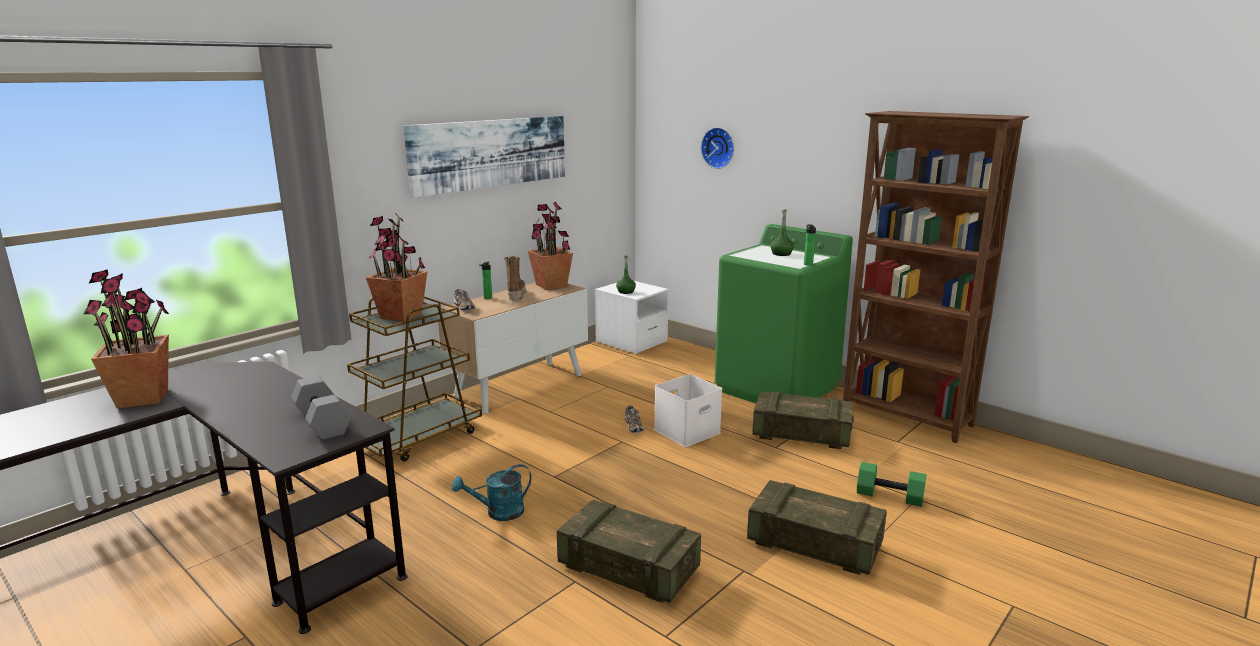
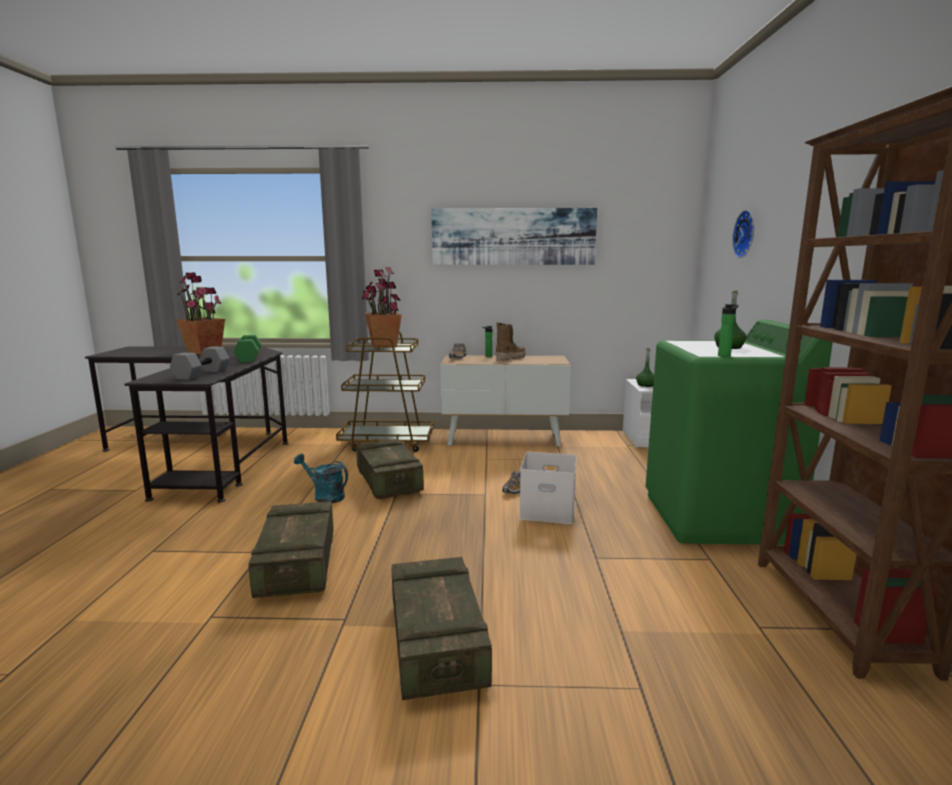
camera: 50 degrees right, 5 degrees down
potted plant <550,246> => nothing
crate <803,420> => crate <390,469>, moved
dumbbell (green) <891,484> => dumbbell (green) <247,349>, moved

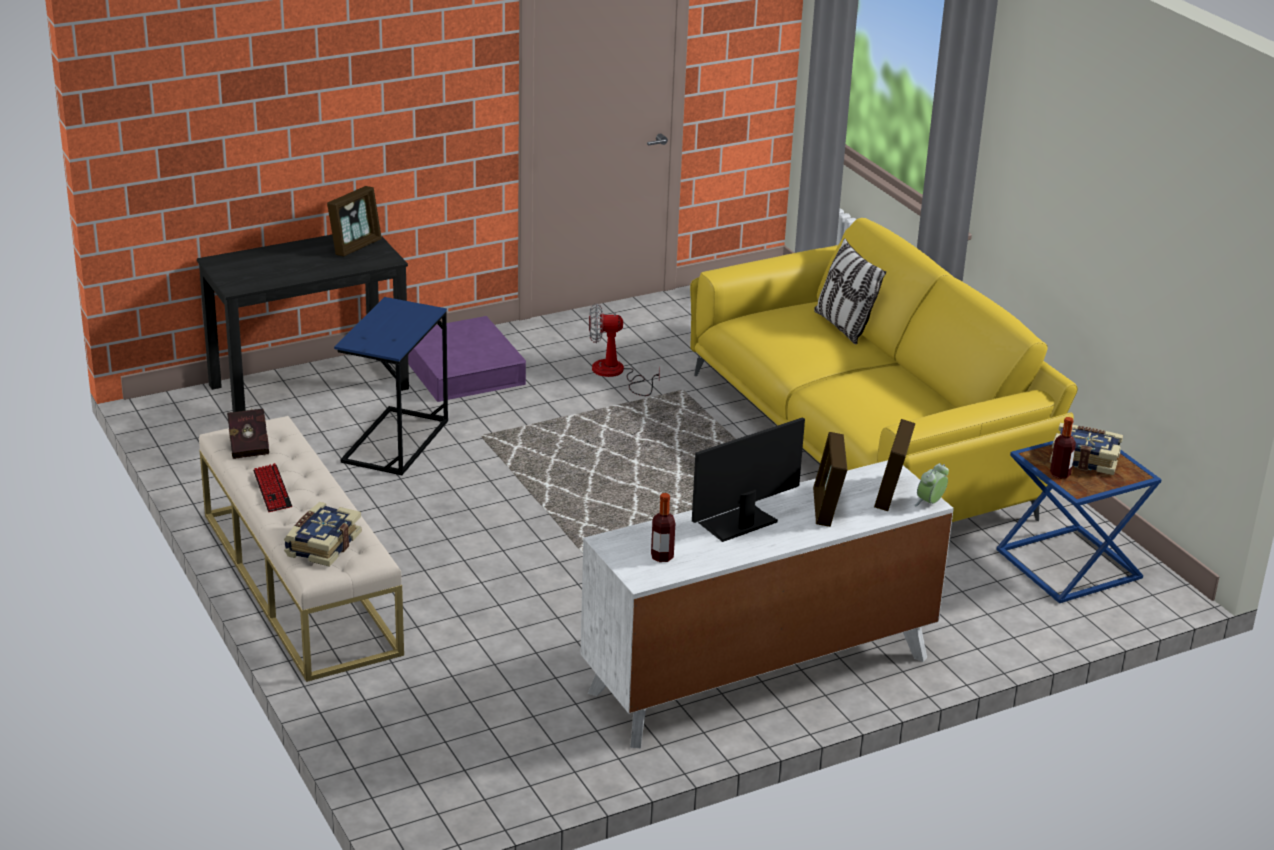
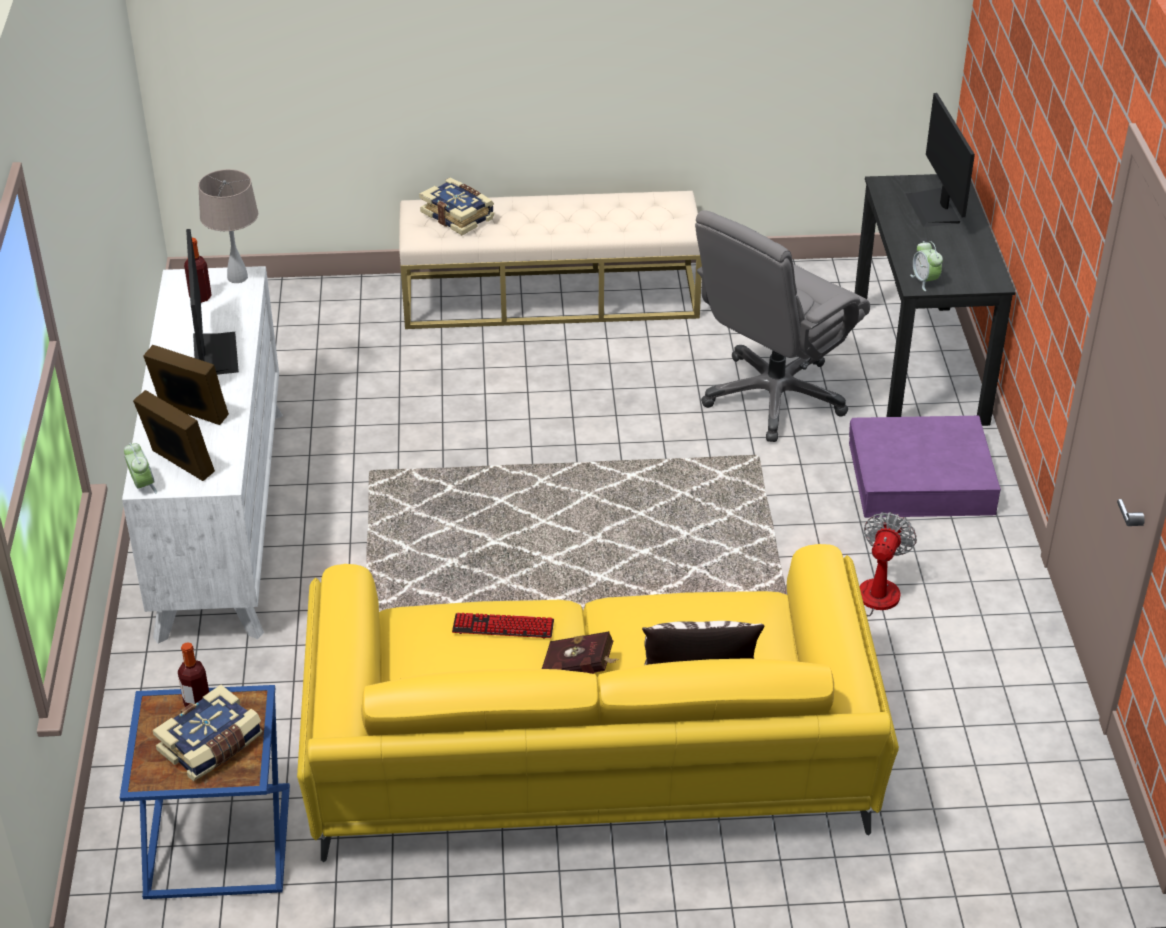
camera: 115 degrees right, 10 degrees up
picture frame <354,221> => nothing
side table (blue) <391,386> => office chair (grey) <782,326>
book (red) <248,433> => book (red) <580,652>, moved
keyboard <272,487> => keyboard <503,626>, moved
nothing => monitor <940,160>
nothing => table lamp (beige) <228,226>
nothing => alarm clock <926,266>

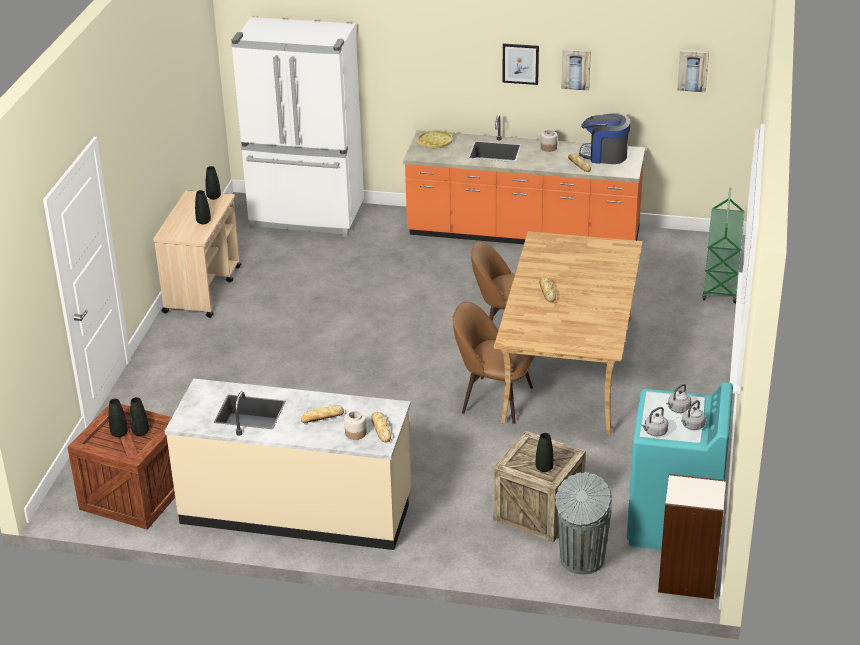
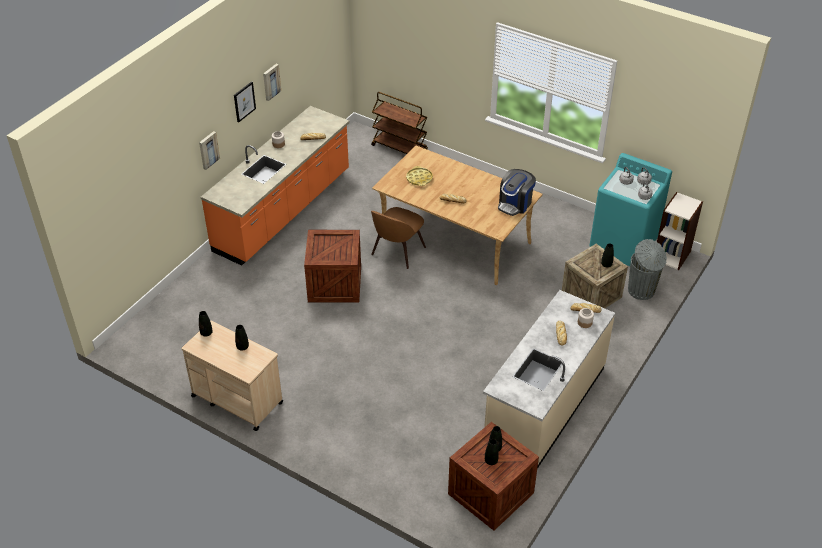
camera: 70 degrees left, 10 degrees up
fridge (white) <297,127> => nothing
picture <693,71> => picture <209,150>, moved
coffee machine <605,138> => coffee machine <517,192>, moved
tray (yellow) <435,139> => tray (yellow) <419,176>, moved
cart (green) <723,245> => cart (brown) <399,123>
chair (brown) <493,363> => nothing
nothing => crate <332,266>

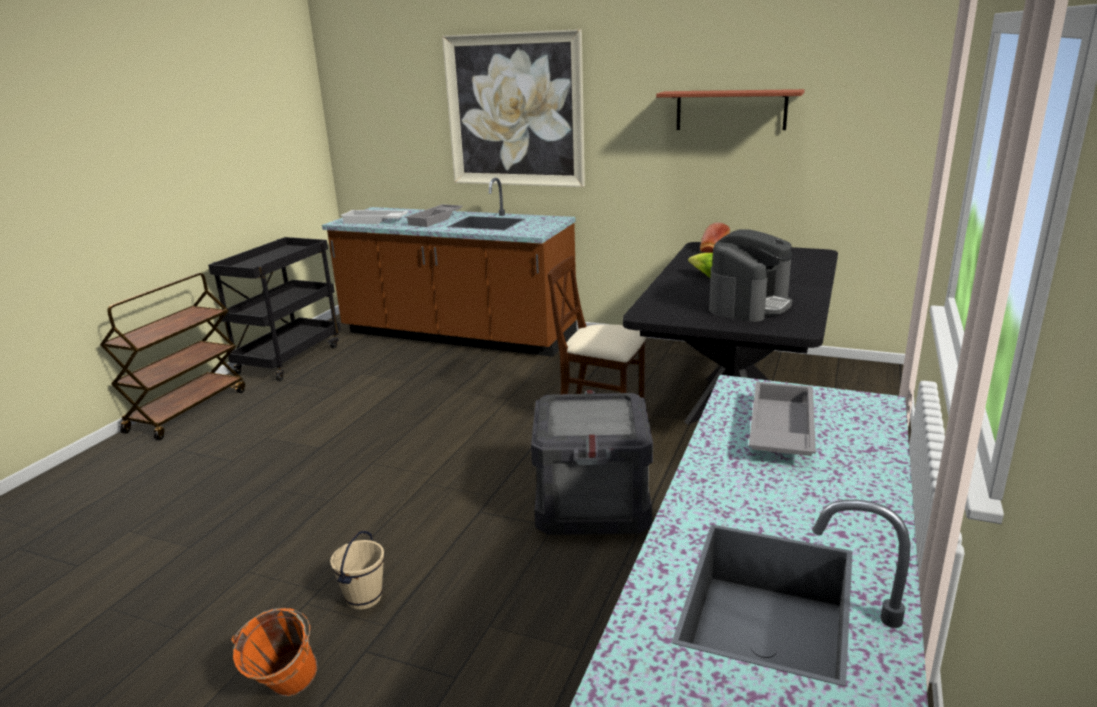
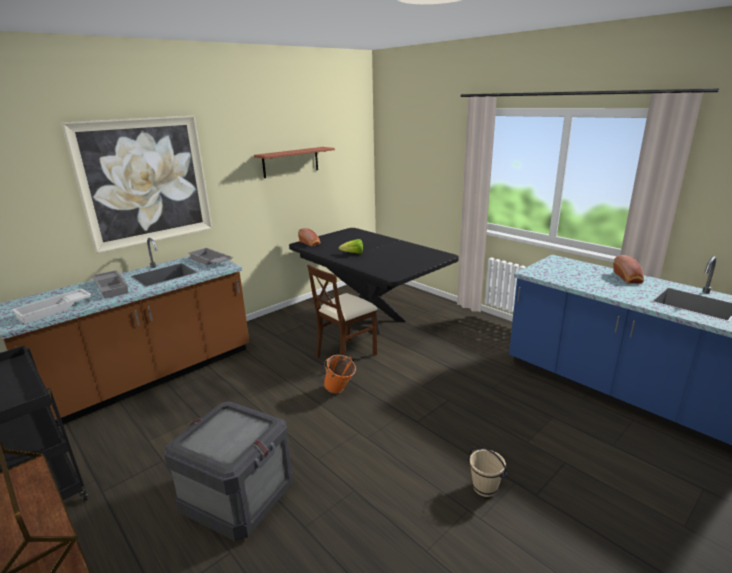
camera: 65 degrees left, 0 degrees up
coffee machine <750,275> => nothing
tray (grey) <782,419> => tray (grey) <211,256>, moved
crate <592,462> => crate <228,471>, moved
bucket (orange) <274,652> => bucket (orange) <340,374>, moved
nothing => bread <628,269>

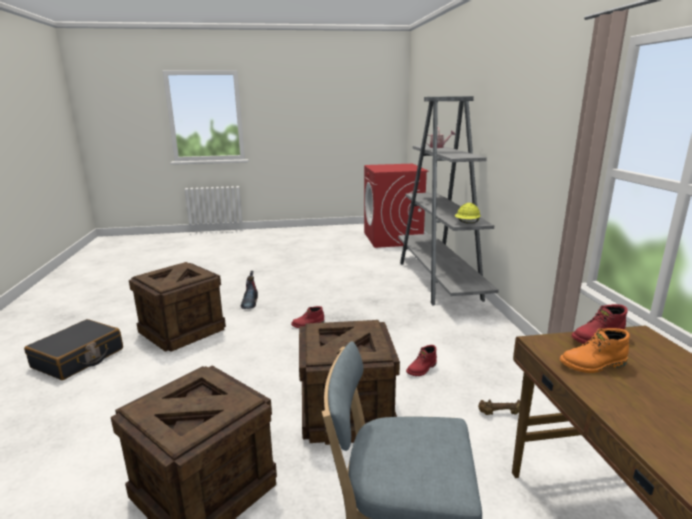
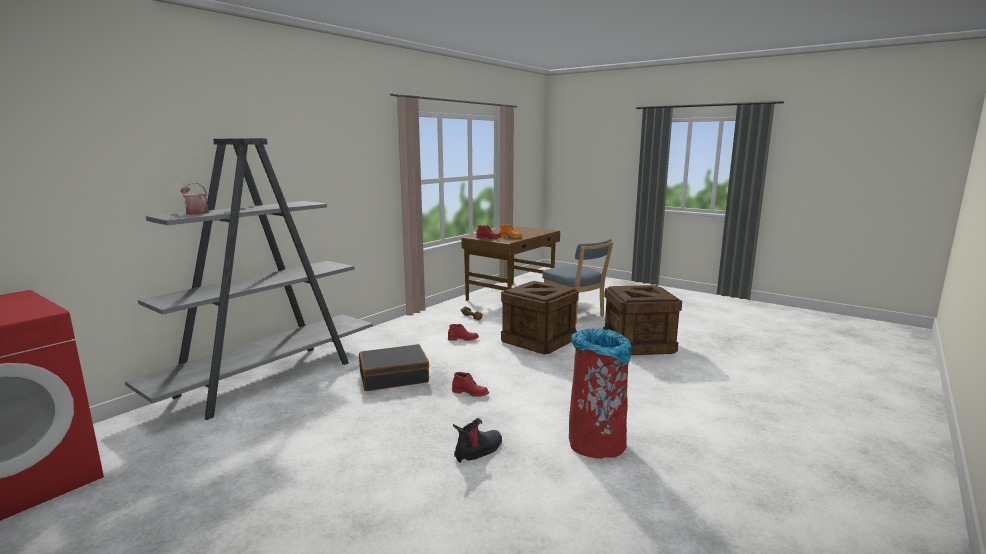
camera: 135 degrees left, 5 degrees down
hard hat (yellow) <468,213> => nothing
crate <177,307> => trash can (red) <600,393>
suitcase (black) <73,349> => suitcase (black) <394,367>, moved

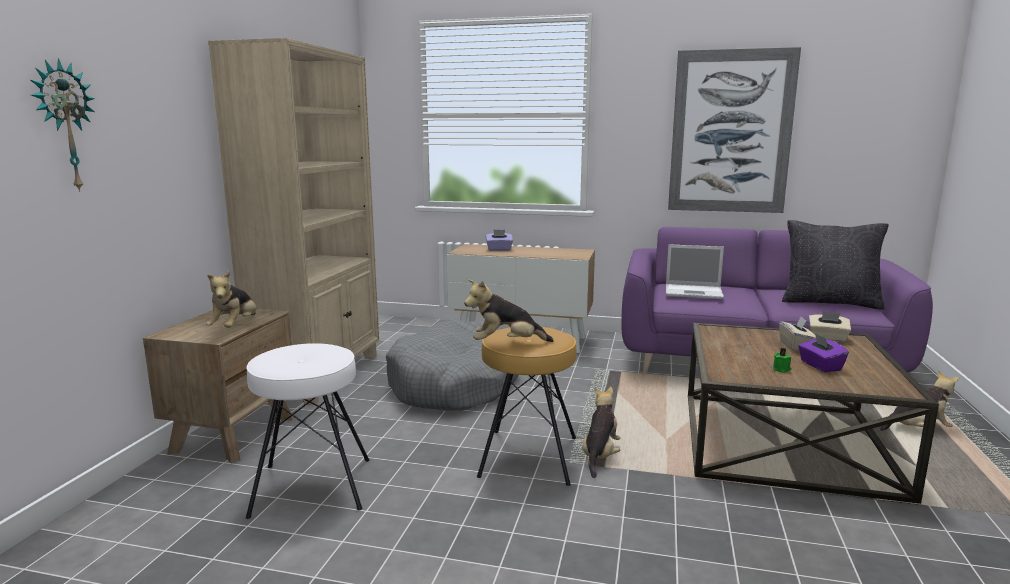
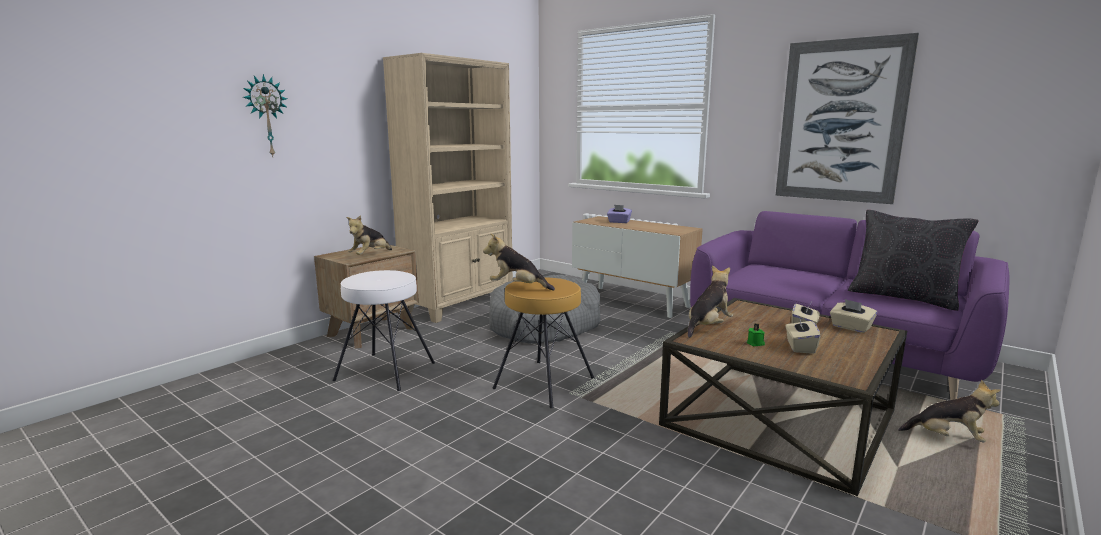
camera: 25 degrees right, 0 degrees up
laptop <695,271> => nothing
tissue box (purple) <823,352> => tissue box (beige) <803,334>
plush toy <601,432> => plush toy <710,301>, moved

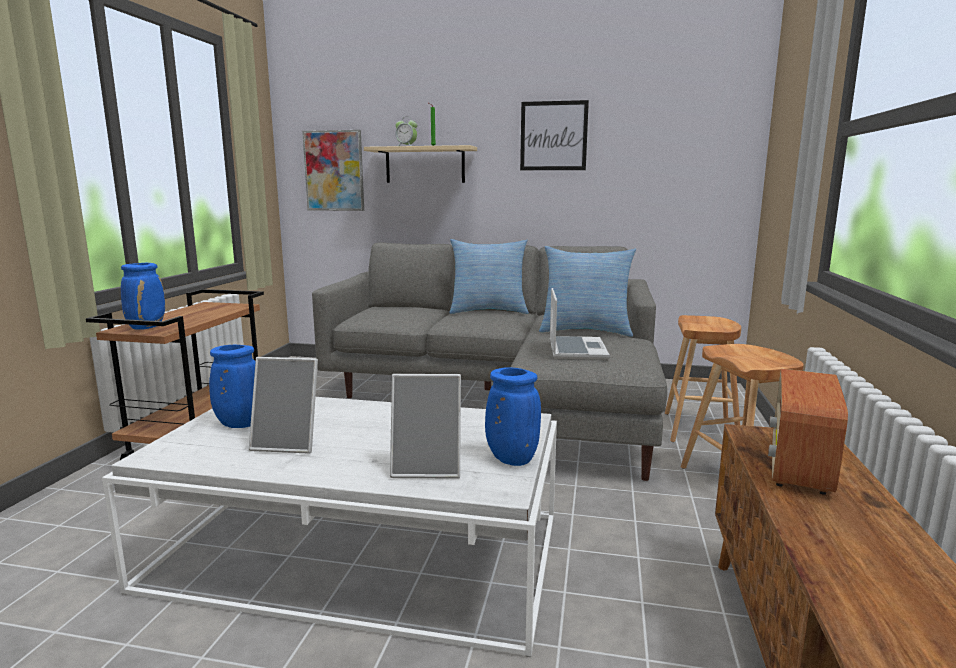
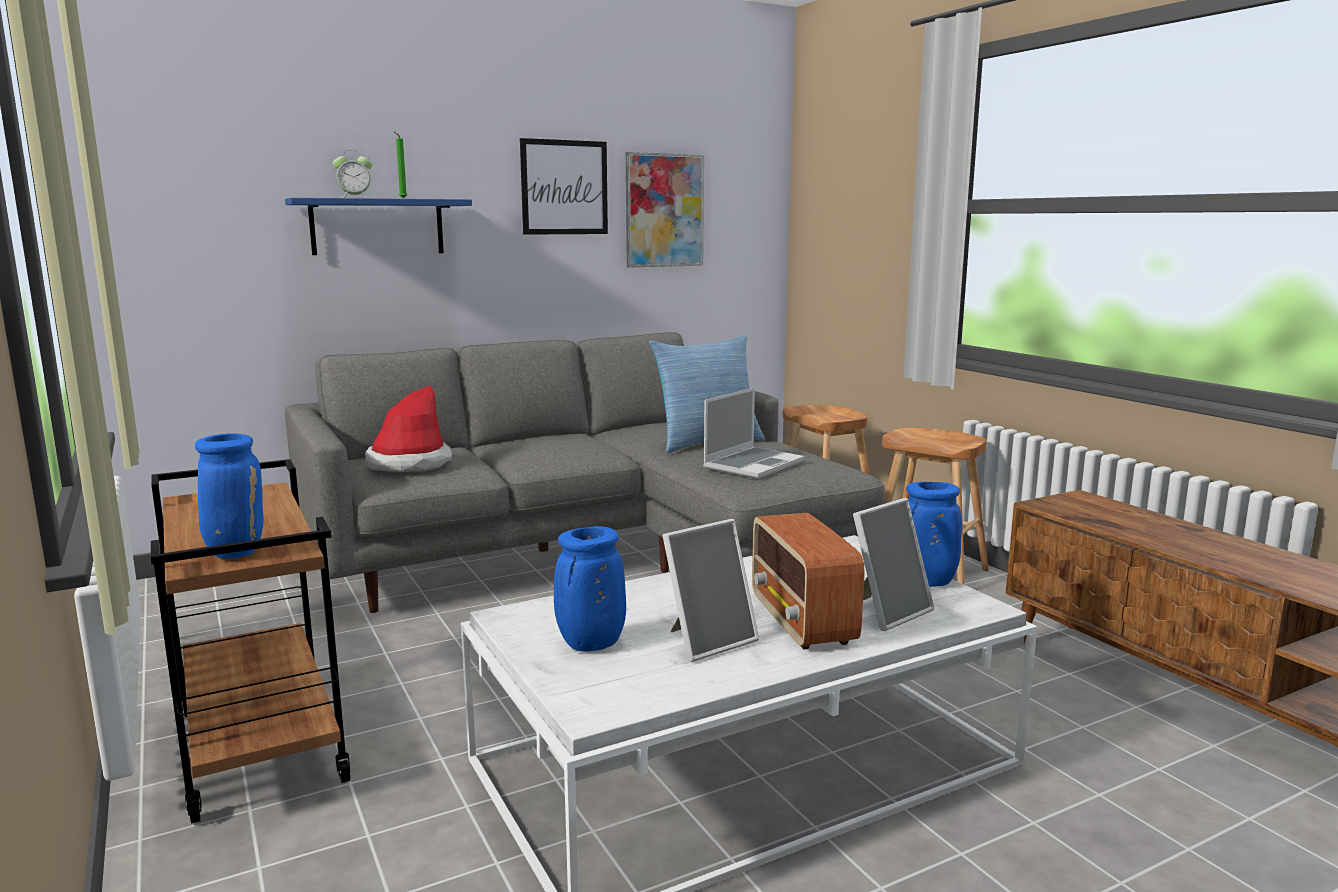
camera: 40 degrees left, 0 degrees up
picture <333,170> => picture <665,210>, moved
shelf (beige) <420,164> => shelf (blue) <378,226>
pillow <489,276> => nothing
laptop <580,324> => laptop <754,433>, 75 degrees clockwise
radio <808,432> => radio <808,581>, moved
nothing => hat <408,428>

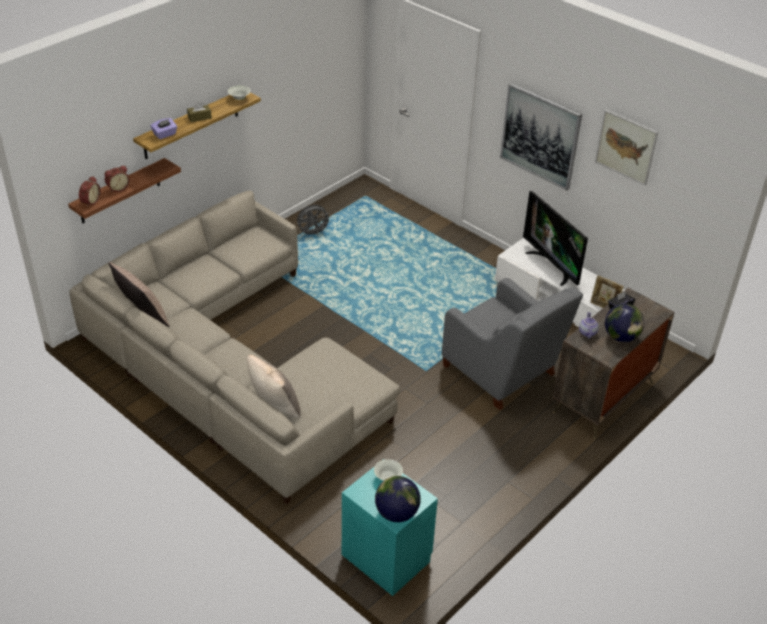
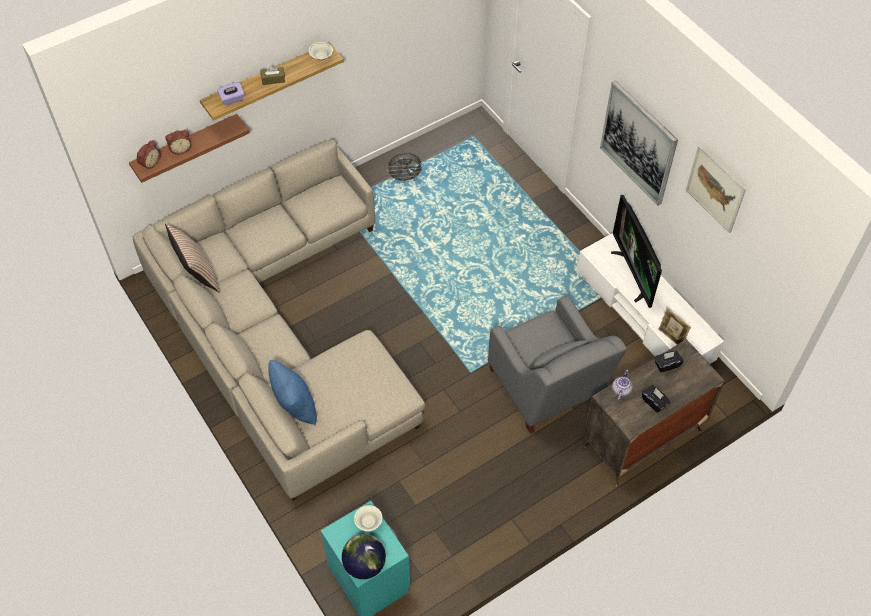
camera: 15 degrees right, 15 degrees up
globe <624,323> => tissue box (black) <656,399>
pillow (beige) <274,387> => pillow (blue) <292,392>

